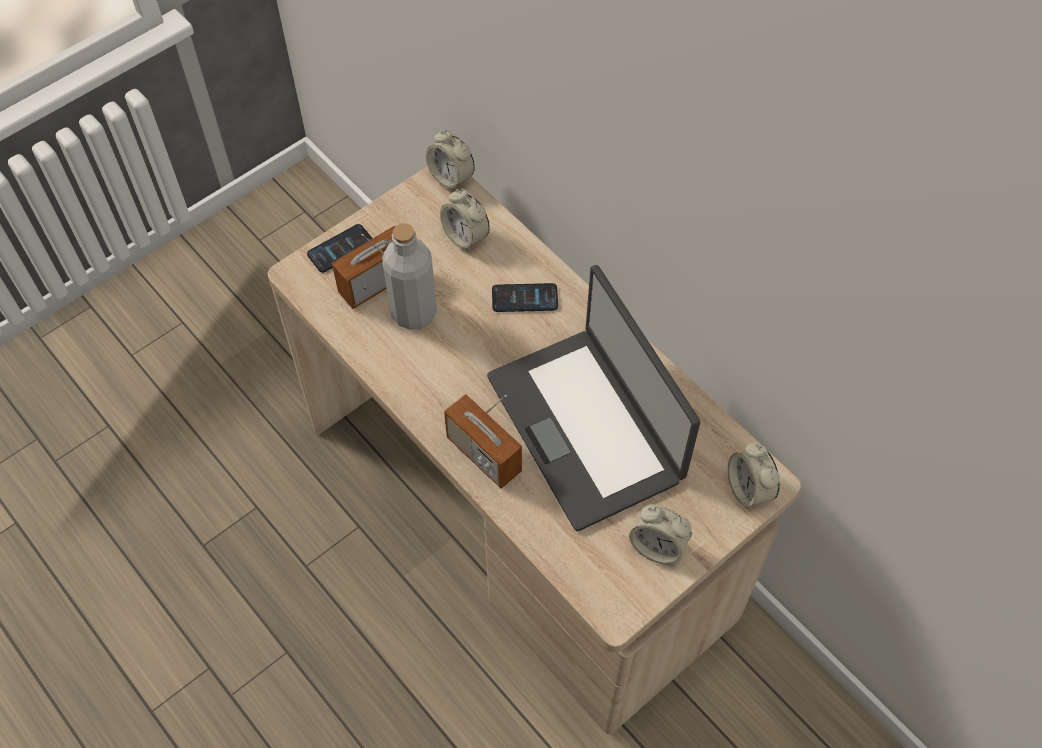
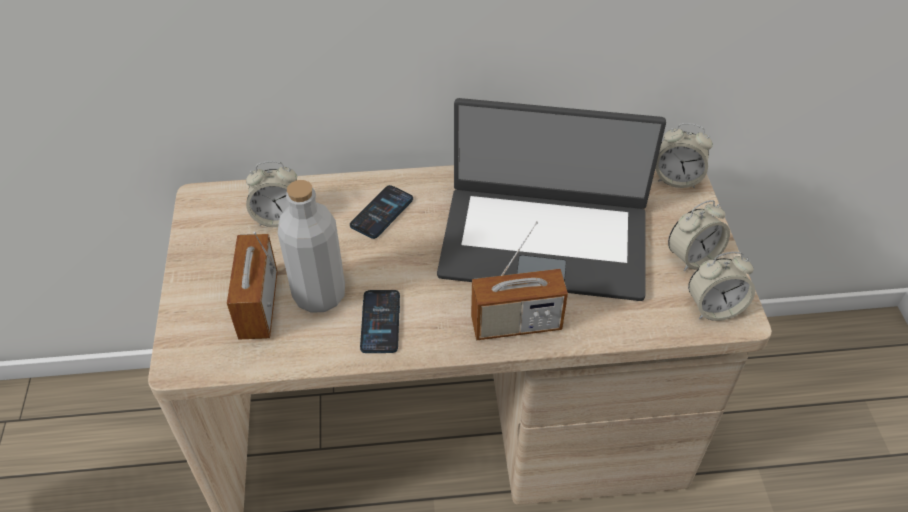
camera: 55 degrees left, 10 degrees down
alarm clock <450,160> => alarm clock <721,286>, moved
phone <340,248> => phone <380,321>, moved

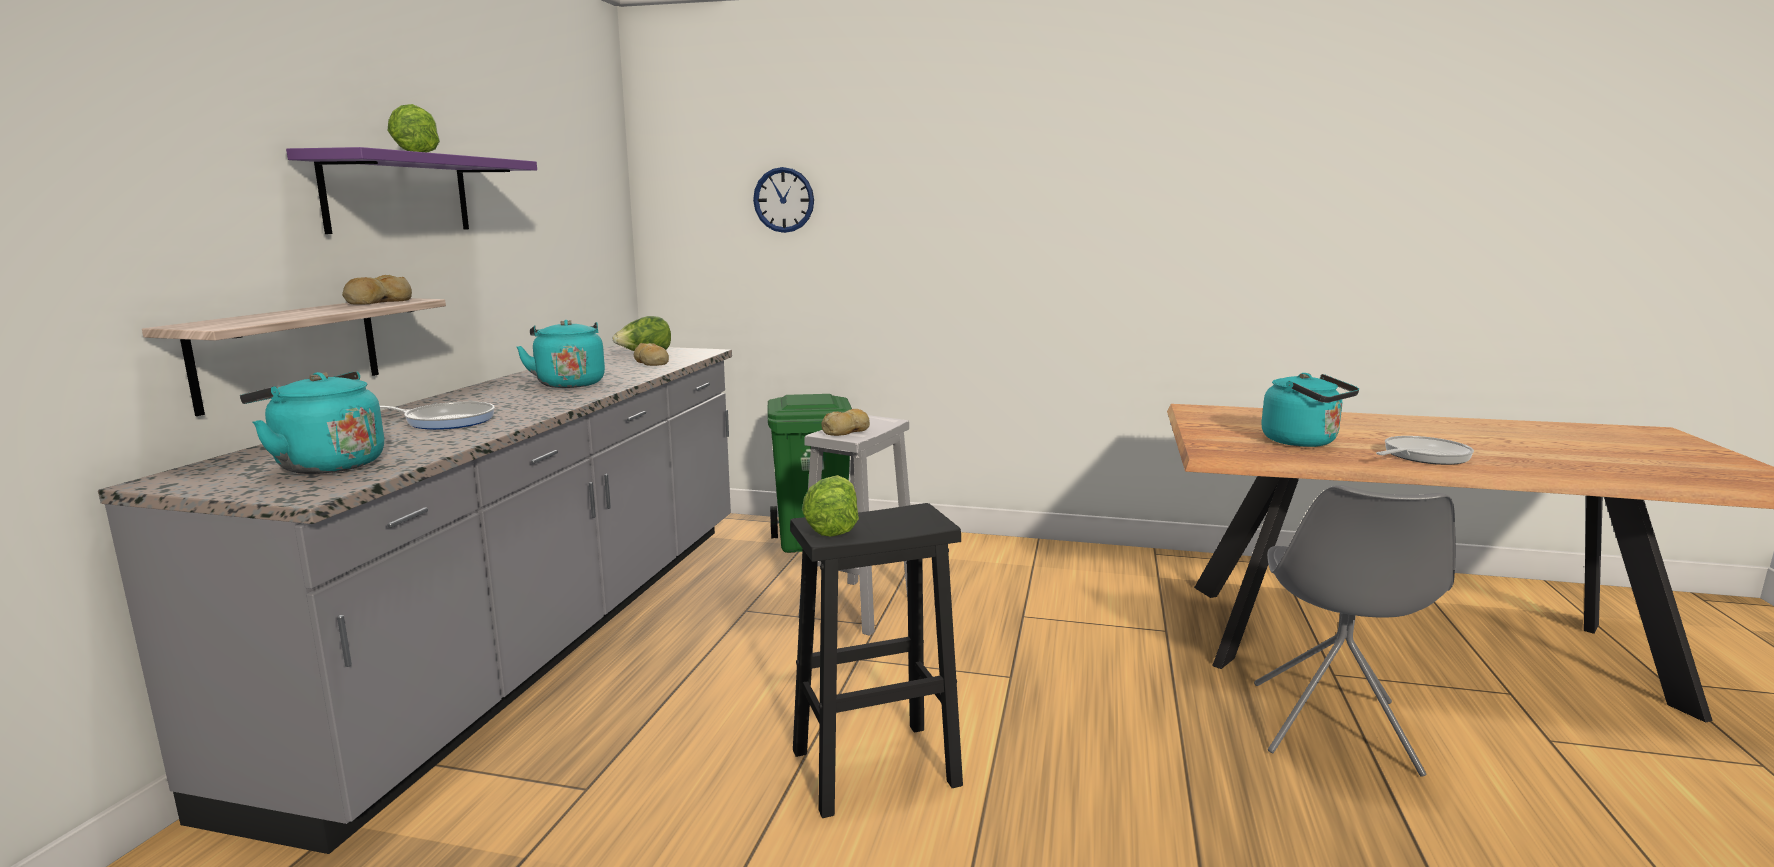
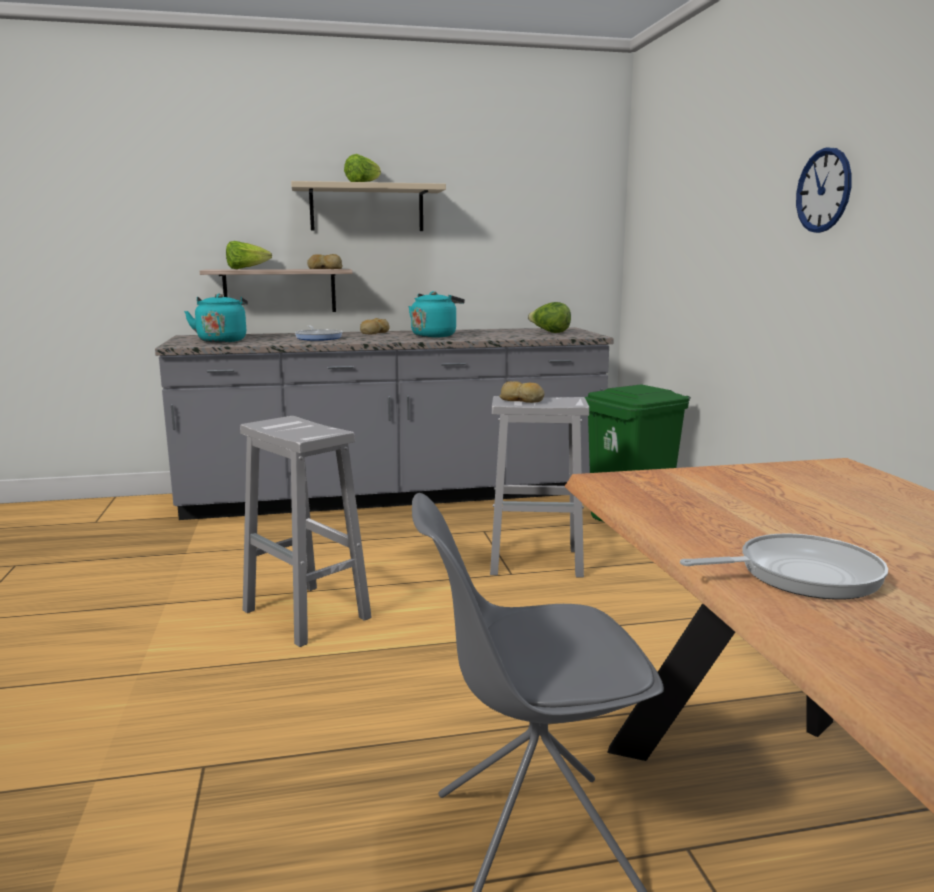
camera: 65 degrees right, 0 degrees up
shelf (purple) <411,190> => shelf (beige) <368,206>
wall clock <783,200> => wall clock <824,190>, moved
bread <651,354> => bread <375,326>, moved
kettle (turquoise) <1310,410> => nothing
frying pan <1425,450> => frying pan <784,566>, 45 degrees counterclockwise
lettuce <830,506> => lettuce <249,255>, moved
stool (black) <876,660> => stool (white) <306,531>

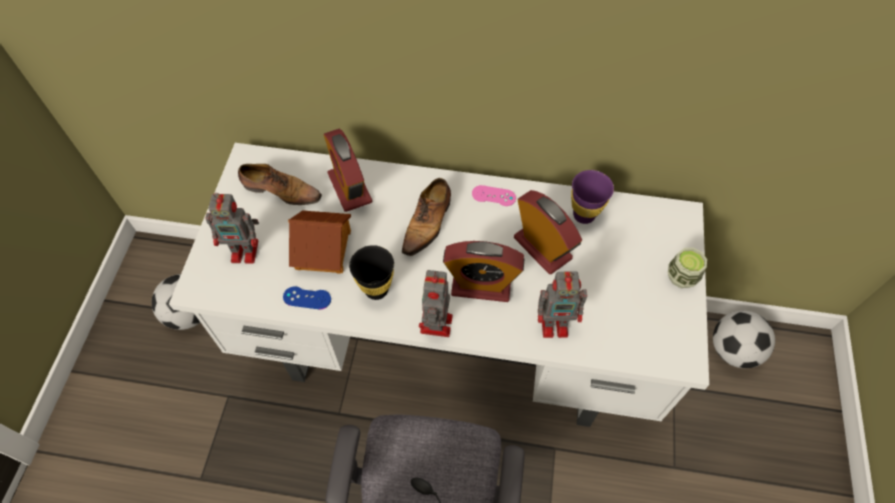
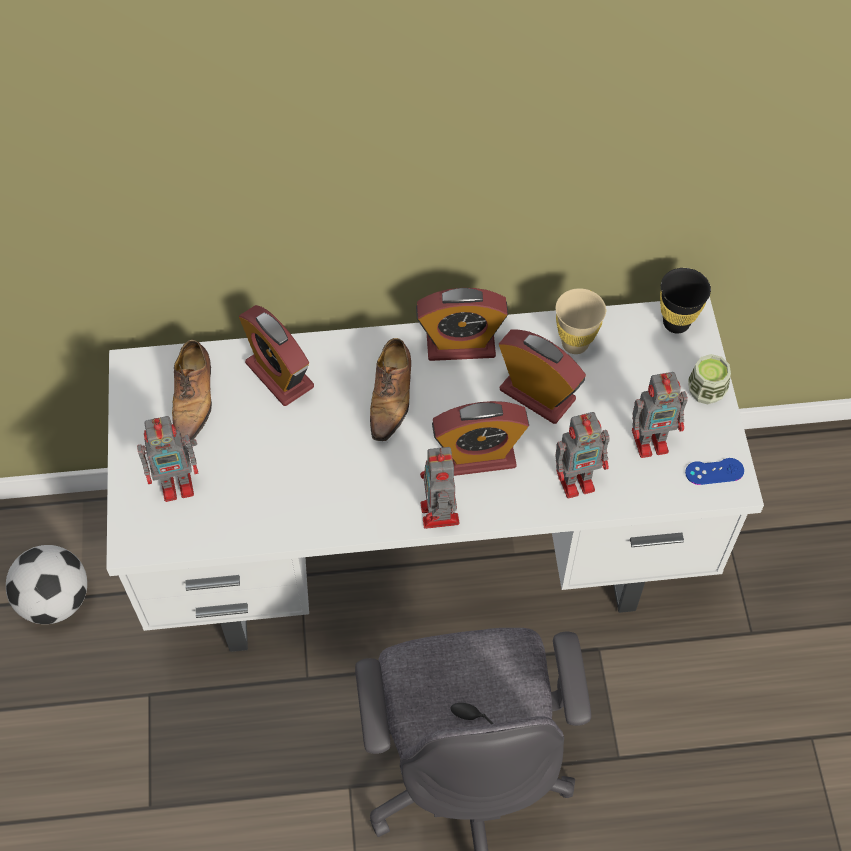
camera: 15 degrees left, 0 degrees up
shoe <280,184> => shoe <192,390>, 90 degrees clockwise
cup (purple) <592,197> => cup (beige) <581,321>
game controller (pink) <494,195> => alarm clock <462,324>
toy house <319,242> => nothing
cup (black) <371,272> => cup (black) <685,300>, moved
game controller (blue) <307,297> => game controller (blue) <714,471>, moved
football <744,339> => nothing
nothing => toy robot <660,415>

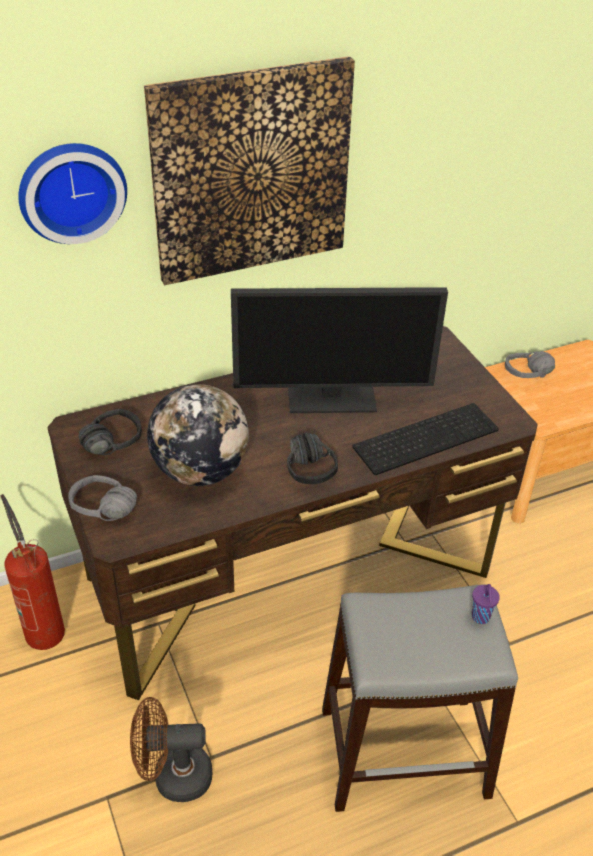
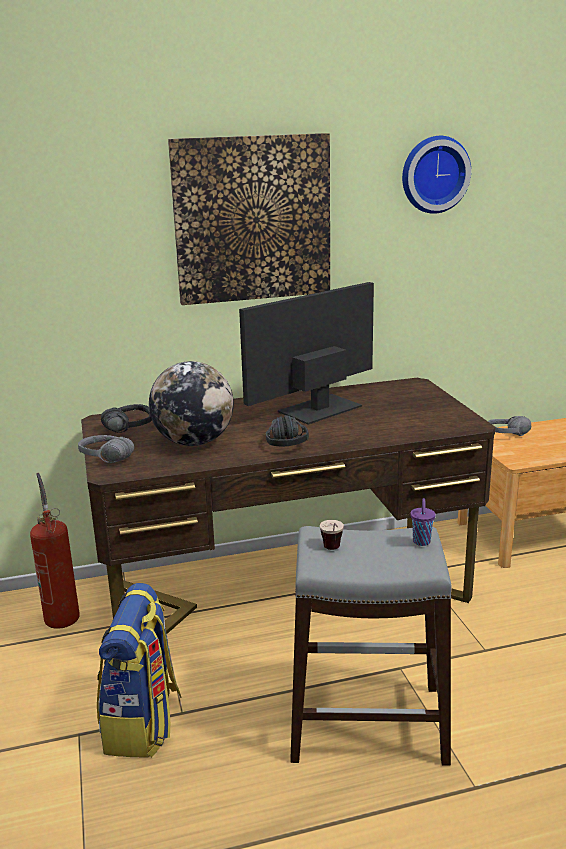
camera: 10 degrees right, 20 degrees down
wall clock <72,193> => wall clock <436,175>, moved
monitor <339,350> => monitor <306,353>, 135 degrees clockwise
keyboard <426,439> => nothing
fan (brown) <171,749> => backpack <139,670>
nothing => cup <332,535>

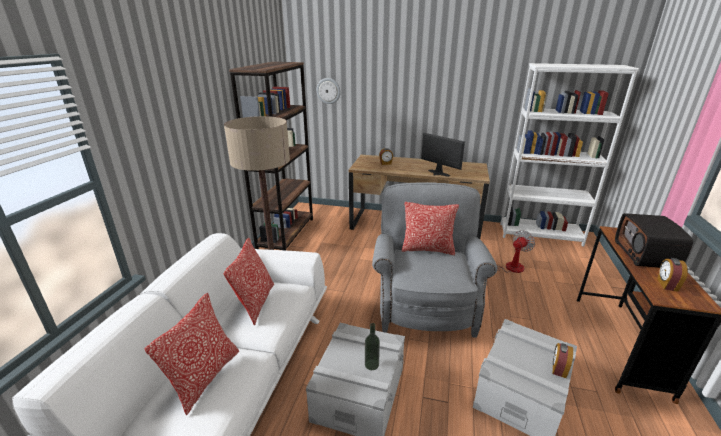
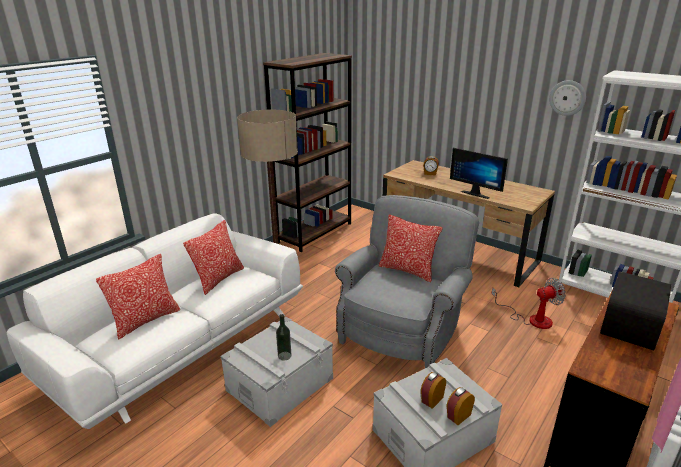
camera: 25 degrees right, 0 degrees up
wall clock <329,91> => wall clock <567,98>, moved
monitor <443,155> => monitor <479,173>, 150 degrees clockwise
alarm clock <672,275> => alarm clock <433,390>, moved

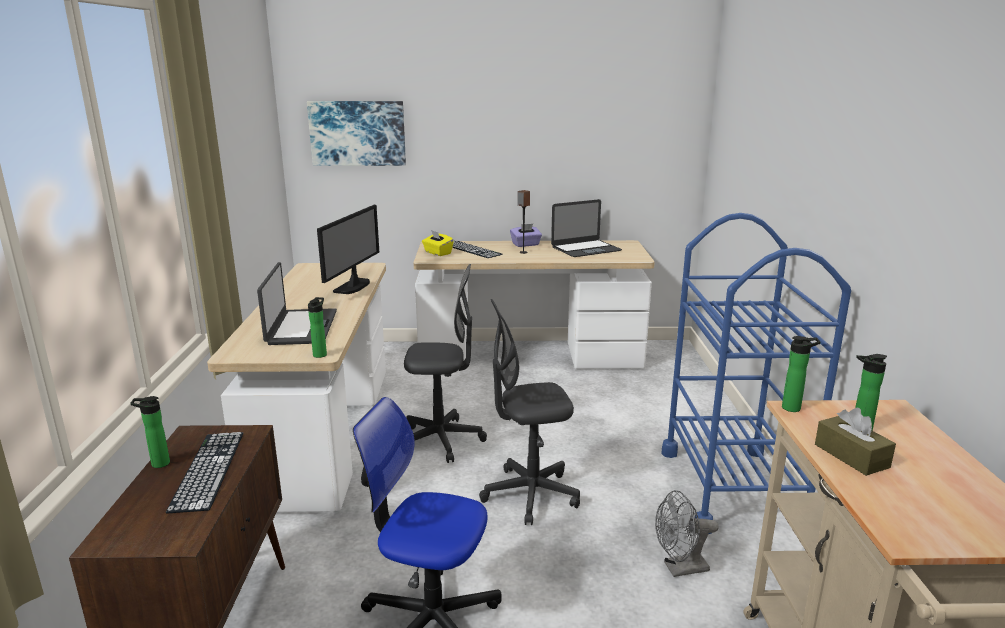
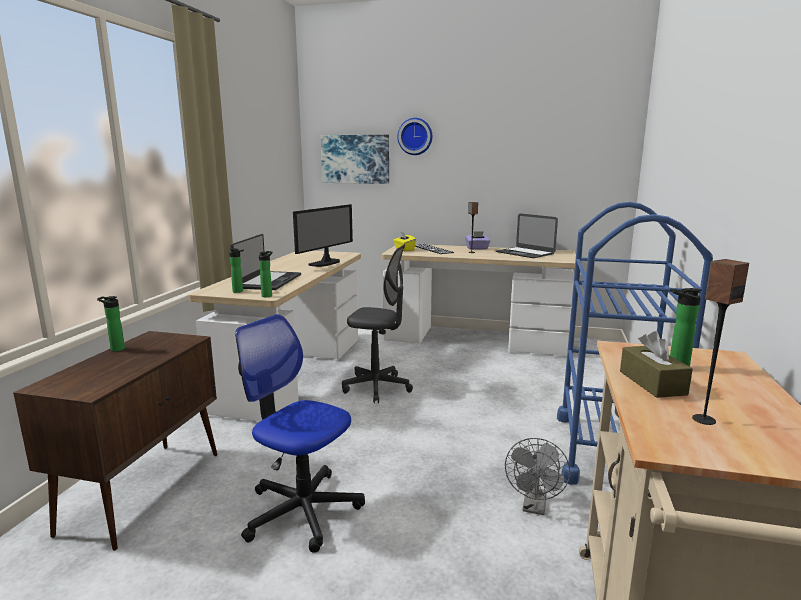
camera: 15 degrees right, 5 degrees down
laptop <586,228> => laptop <527,236>, 60 degrees clockwise
office chair (grey) <529,412> => nothing
bottle <801,374> => bottle <236,270>, moved
keyboard <204,472> => nothing
fan (grey) <687,533> => fan (grey) <537,476>, 75 degrees counterclockwise
nothing => wall clock <414,136>
nothing => speaker <720,342>

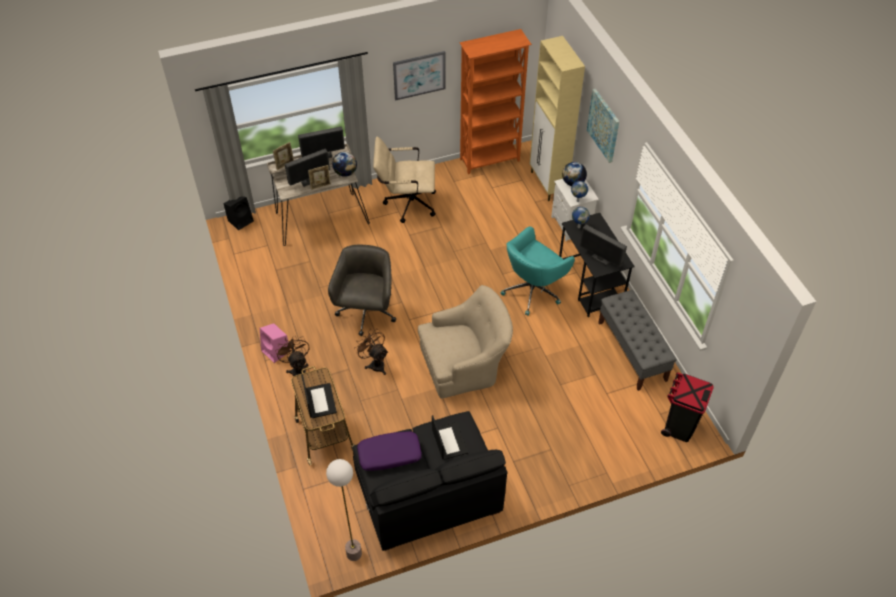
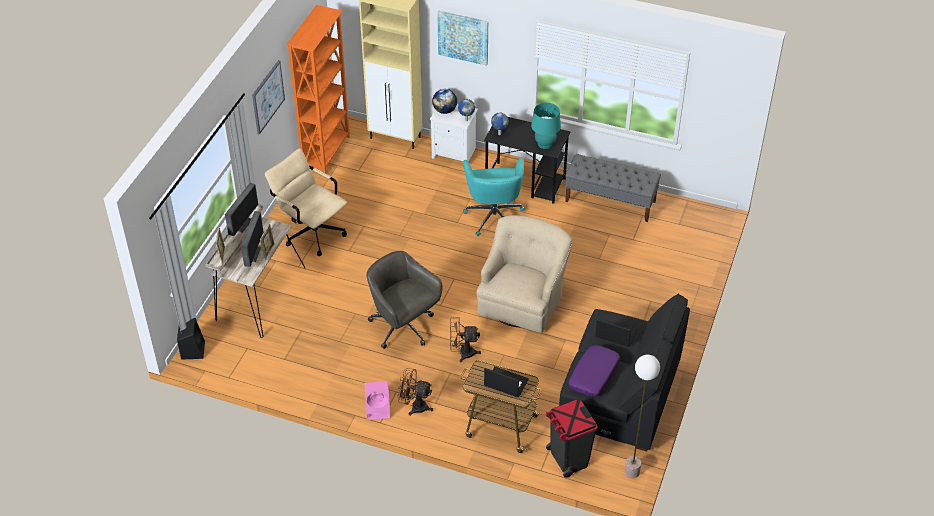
camera: 50 degrees left, 5 degrees down
office chair (beige) <404,180> => office chair (beige) <306,202>, 90 degrees clockwise
globe <344,164> => nothing
monitor <603,246> => table lamp (turquoise) <546,126>
trash can (black) <687,407> => trash can (black) <572,438>, moved

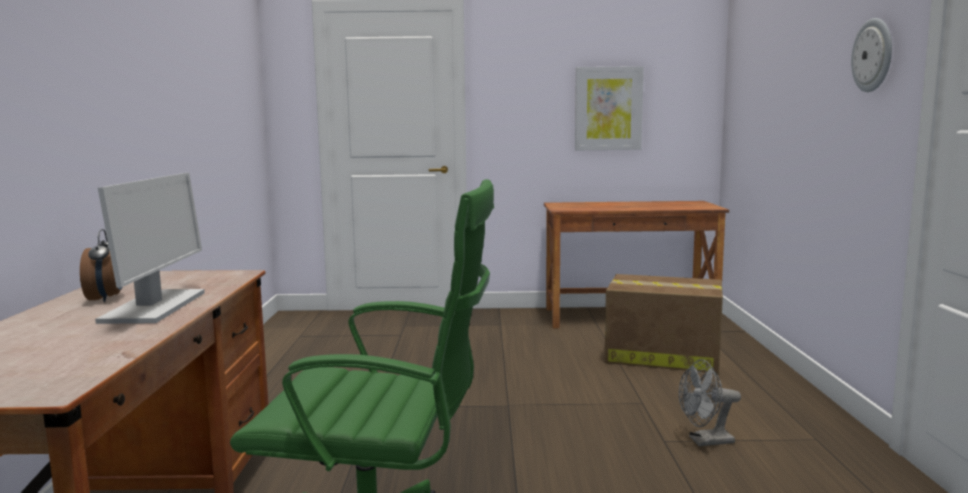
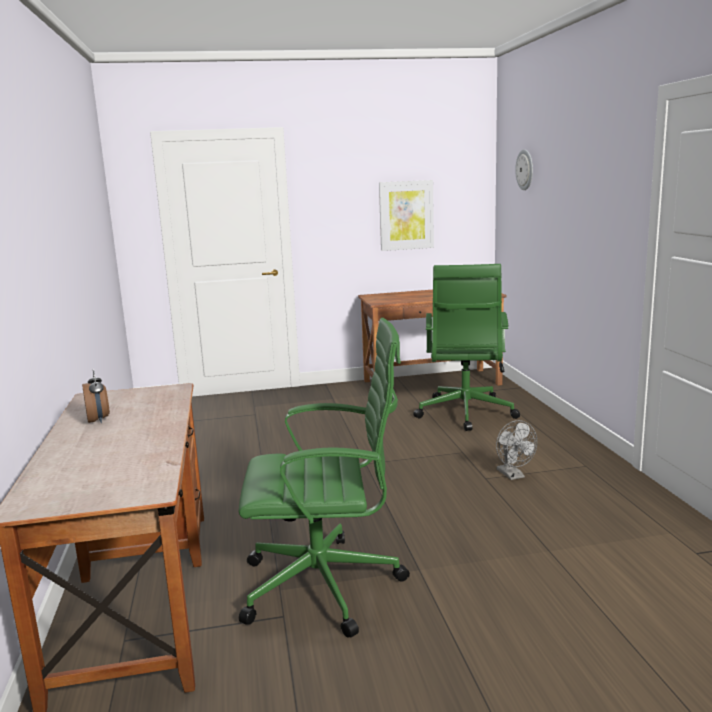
camera: 10 degrees left, 5 degrees up
wall clock <871,55> => wall clock <524,169>, moved
monitor <150,248> => nothing
cardboard box <663,324> => office chair (green) <466,347>
fan (grey) <710,402> => fan (grey) <516,450>, 90 degrees counterclockwise

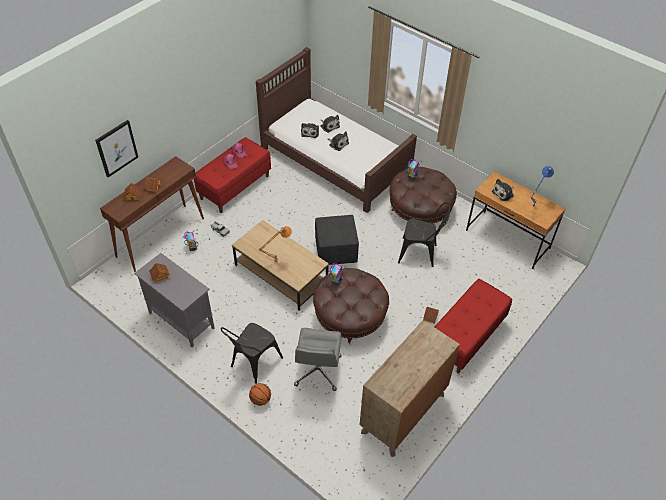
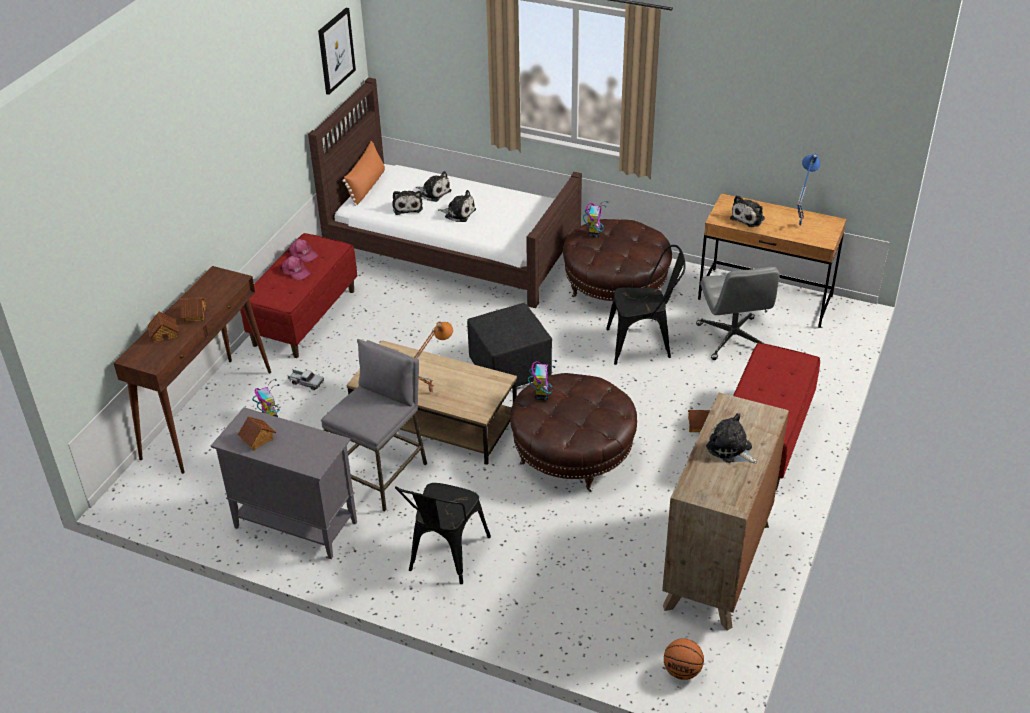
camera: 15 degrees left, 10 degrees down
picture <116,148> => picture <337,51>, moved
office chair (grey) <318,359> => office chair (grey) <738,313>, moved
basketball <260,394> => basketball <684,659>, moved
nothing => pillow (orange) <363,173>
nothing => stool (grey) <374,425>
nothing => plush toy <731,438>

